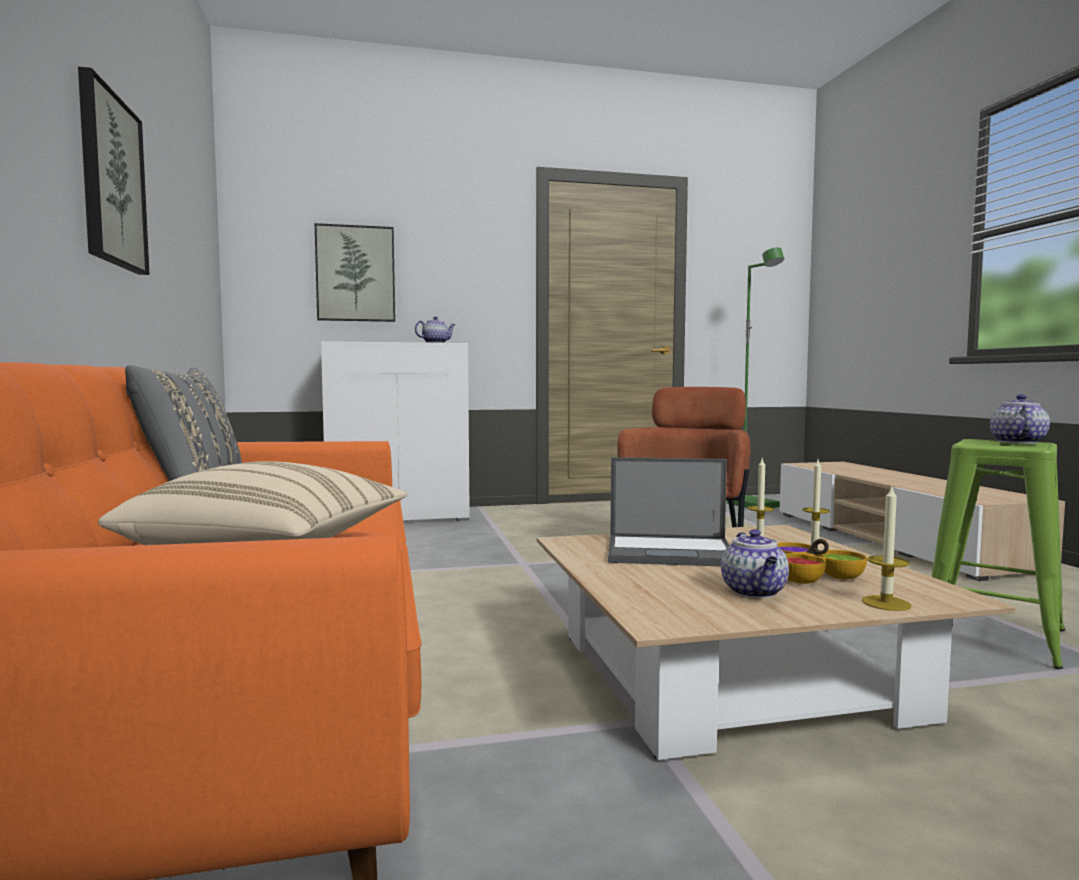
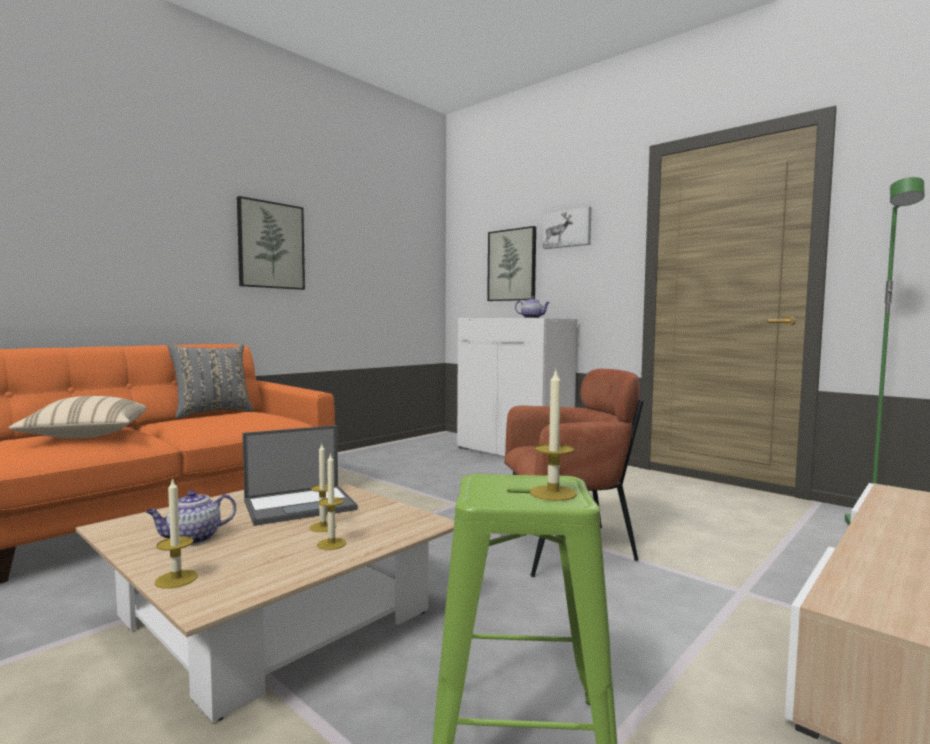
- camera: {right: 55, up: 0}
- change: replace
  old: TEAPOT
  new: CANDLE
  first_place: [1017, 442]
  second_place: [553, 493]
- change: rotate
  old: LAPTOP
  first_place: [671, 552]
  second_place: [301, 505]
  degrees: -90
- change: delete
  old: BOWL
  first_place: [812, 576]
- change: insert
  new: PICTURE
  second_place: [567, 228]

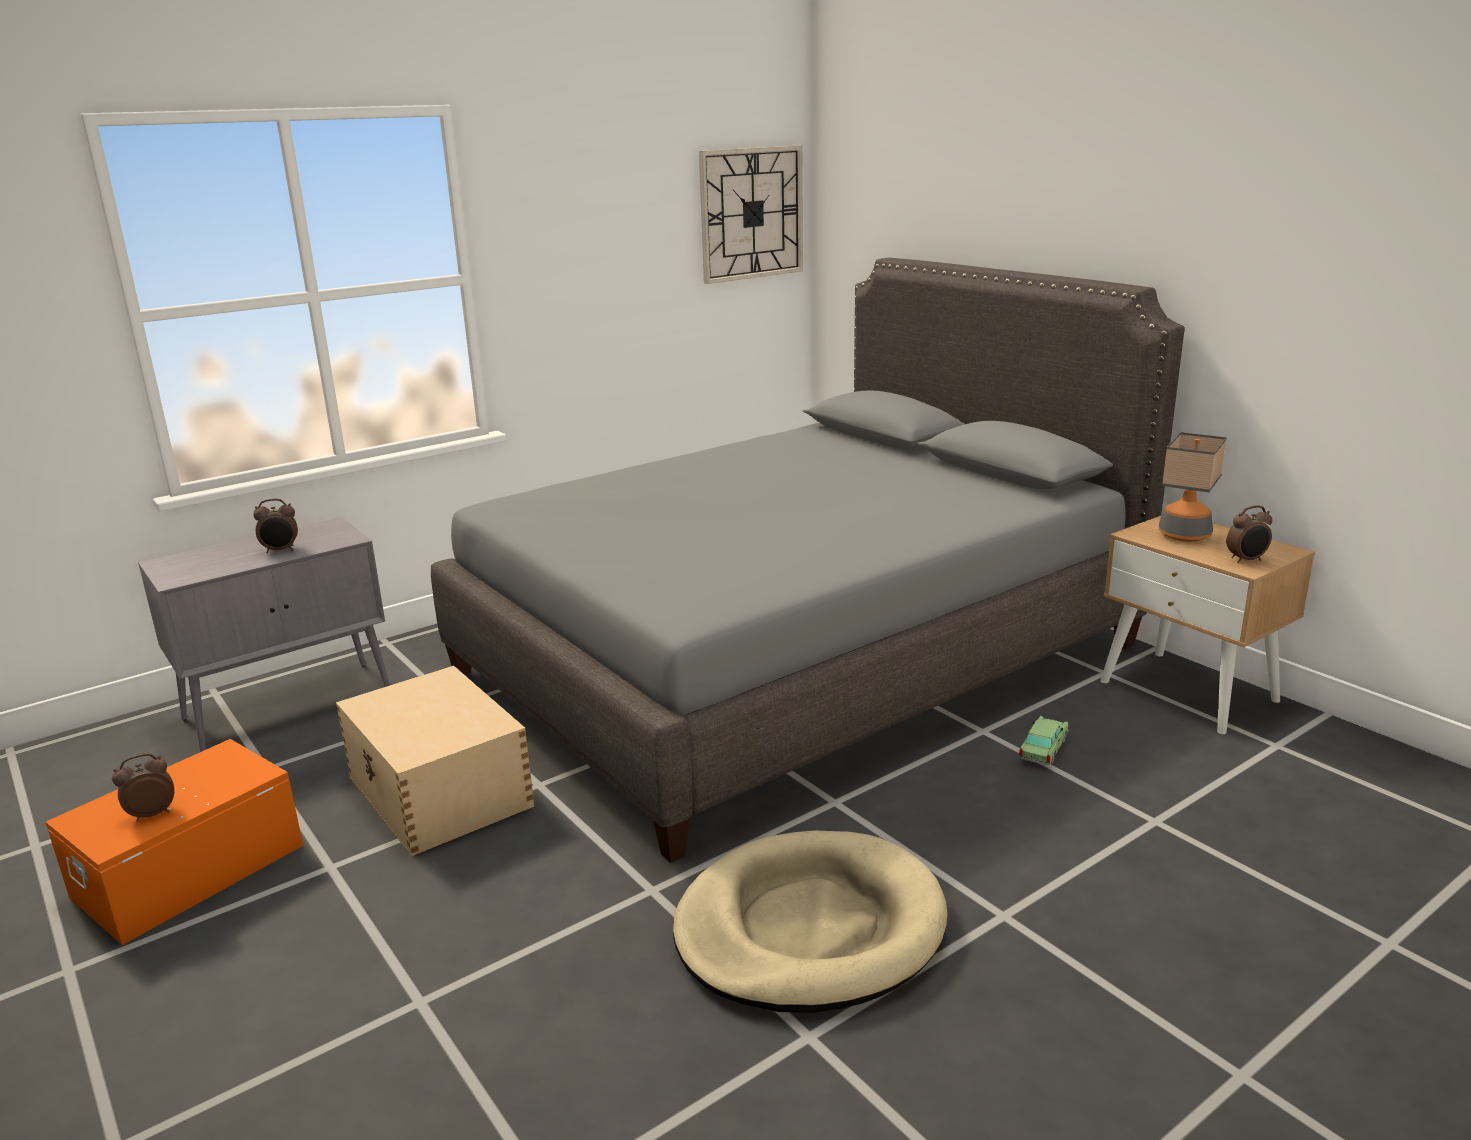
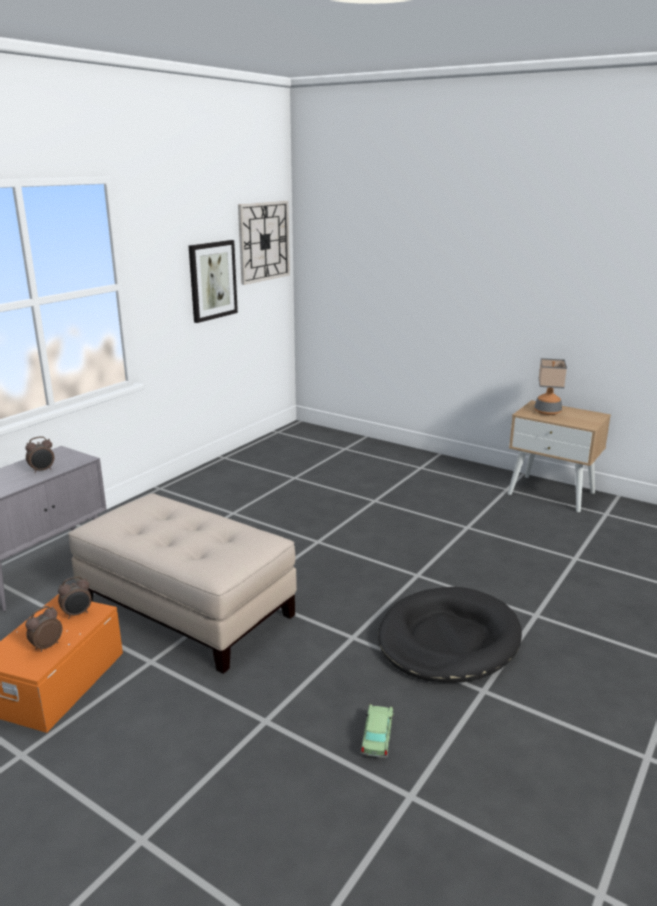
- camera: {right: -20, up: 0}
- change: delete
  old: GREY BED
  first_place: [795, 658]
- change: move
  old: ALARM CLOCK
  first_place: [1246, 560]
  second_place: [77, 614]
- change: replace
  old: BEIGE STORAGE BOX
  new: BEIGE OTTOMAN
  first_place: [439, 793]
  second_place: [187, 608]
- change: move
  old: TOY CAR
  first_place: [1043, 750]
  second_place: [377, 737]
- change: recolor
  old: BEIGE DOG BED
  new: BLACK DOG BED
  first_place: [809, 928]
  second_place: [448, 640]
- change: insert
  new: PICTURE
  second_place: [212, 280]

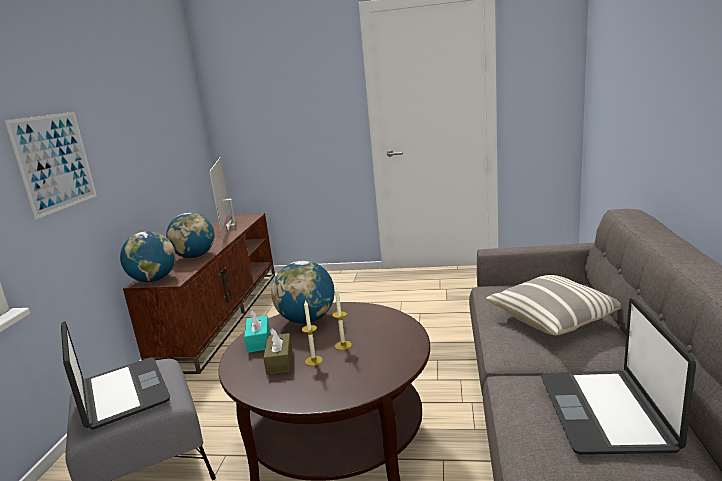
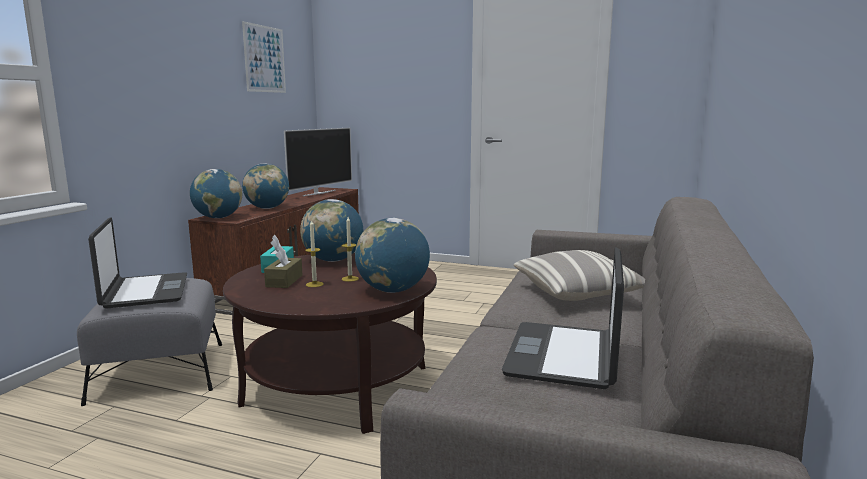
- camera: {right: 10, up: -5}
- change: move
  old: PICTURE
  first_place: [55, 162]
  second_place: [265, 59]
- change: rotate
  old: TELEVISION
  first_place: [231, 225]
  second_place: [319, 193]
  degrees: -150
- change: insert
  new: GLOBE
  second_place: [393, 290]

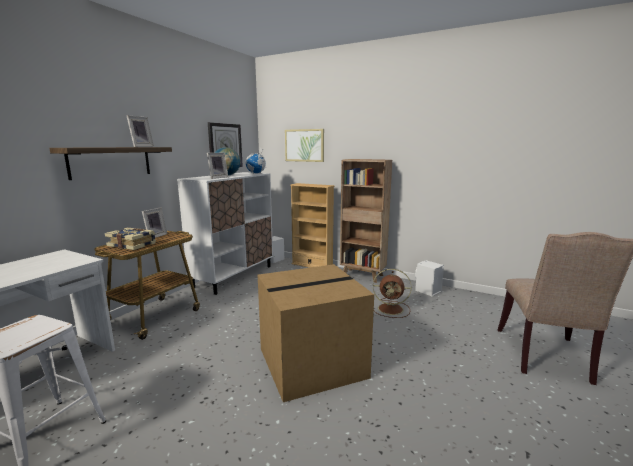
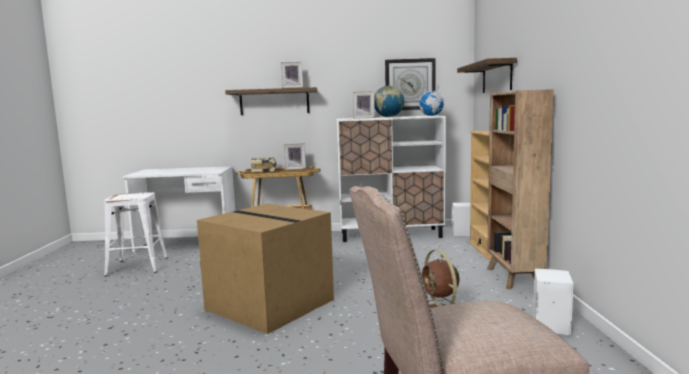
- camera: {right: 60, up: -5}
- change: replace
  old: PICTURE
  new: SHELF
  first_place: [304, 145]
  second_place: [497, 77]

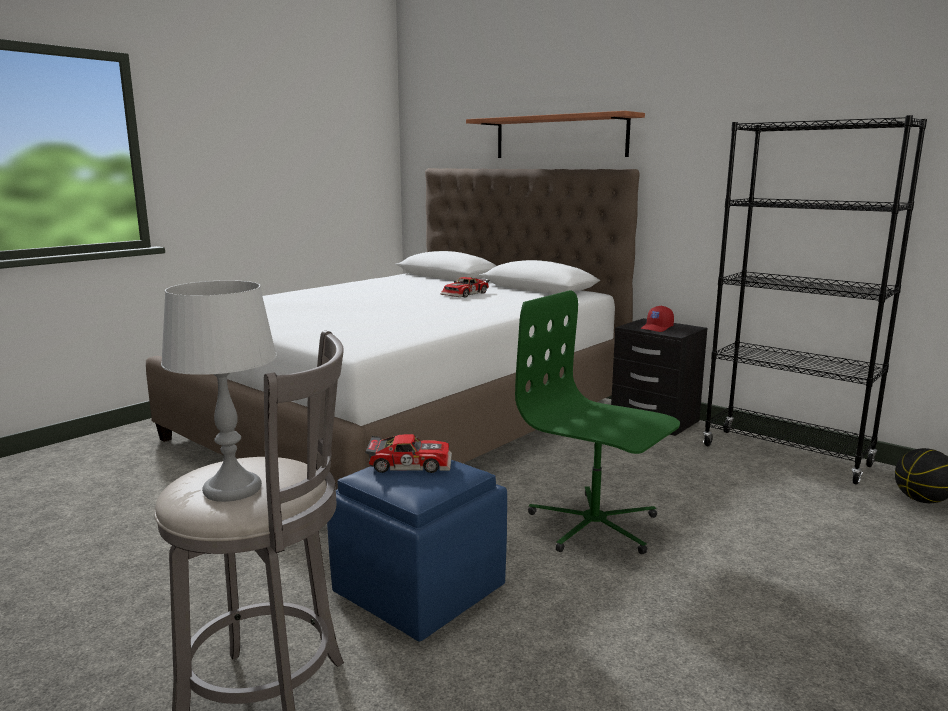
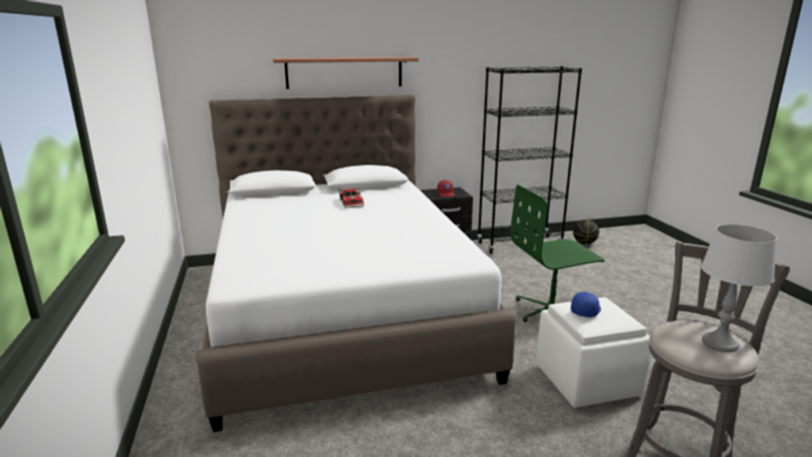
- camera: {right: -55, up: 5}
- change: replace
  old: TOY CAR
  new: BLUE CAP
  first_place: [410, 463]
  second_place: [585, 310]
- change: recolor
  old: BLUE OTTOMAN
  new: WHITE OTTOMAN
  first_place: [421, 590]
  second_place: [586, 380]

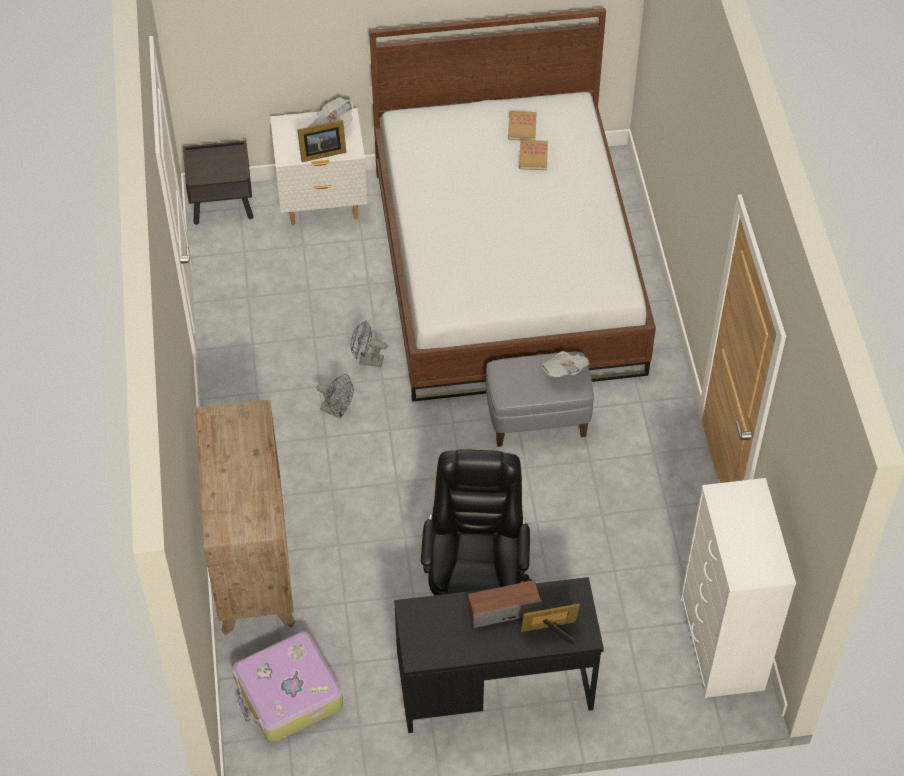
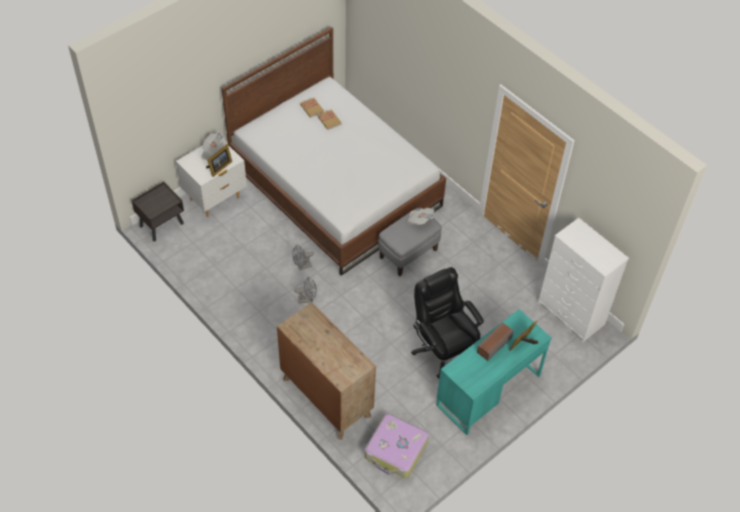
- camera: {right: -35, up: 0}
- change: recolor
  old: BLACK DESK
  new: TURQUOISE DESK
  first_place: [494, 685]
  second_place: [488, 390]

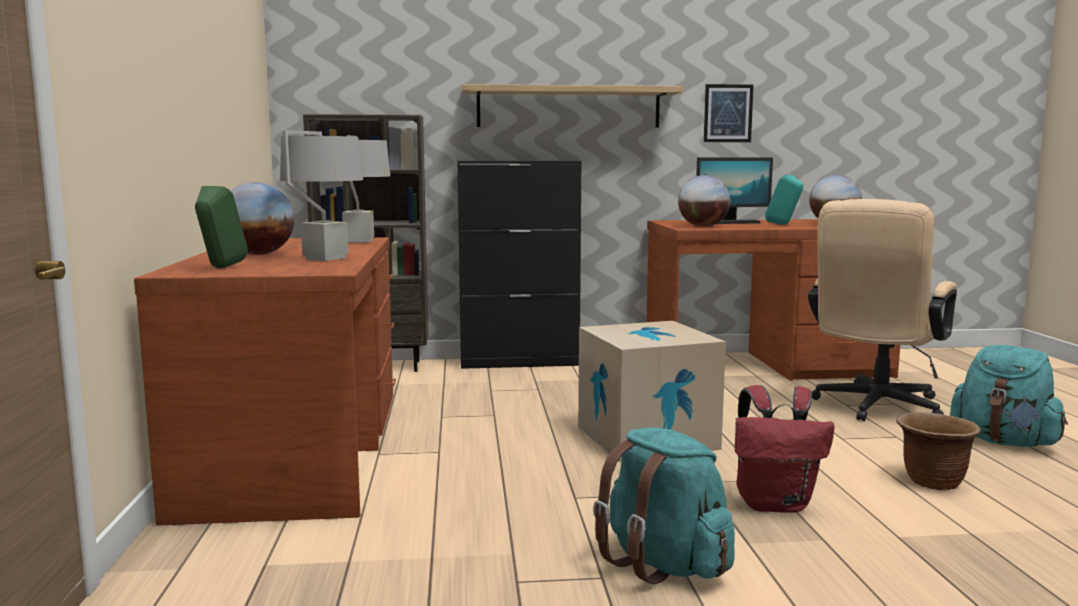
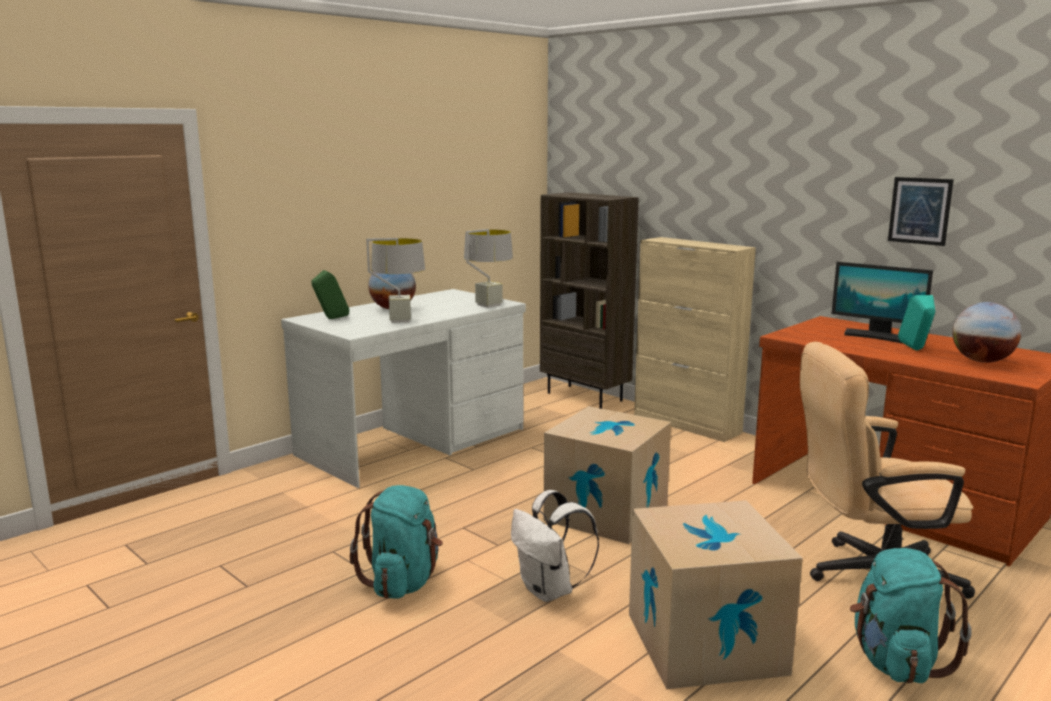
- camera: {right: 50, up: 5}
- change: delete
  old: SHELF
  first_place: [568, 107]
- change: recolor
  old: BLACK CABINET
  new: BEIGE CABINET
  first_place: [520, 362]
  second_place: [687, 424]
- change: delete
  old: GLOBE
  first_place: [703, 226]
- change: recolor
  old: BROWN DESK
  new: WHITE DESK
  first_place: [298, 454]
  second_place: [414, 442]
- change: recolor
  old: RED BACKPACK
  new: WHITE BACKPACK
  first_place: [775, 504]
  second_place: [550, 591]
- change: replace
  old: BROWN PLANTER
  new: CARDBOARD BOX
  first_place: [932, 481]
  second_place: [705, 643]

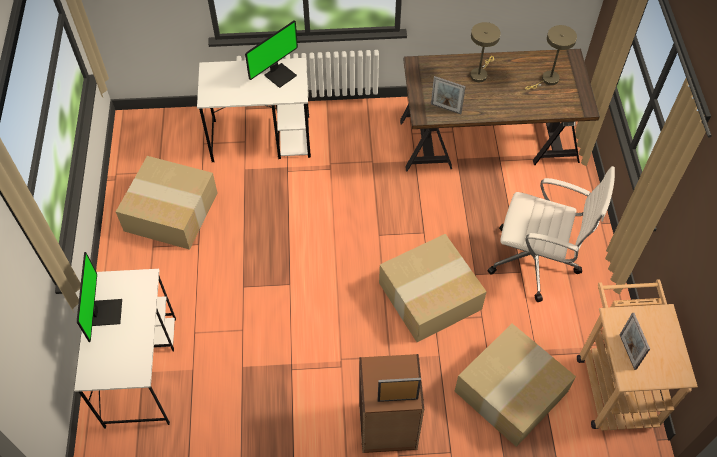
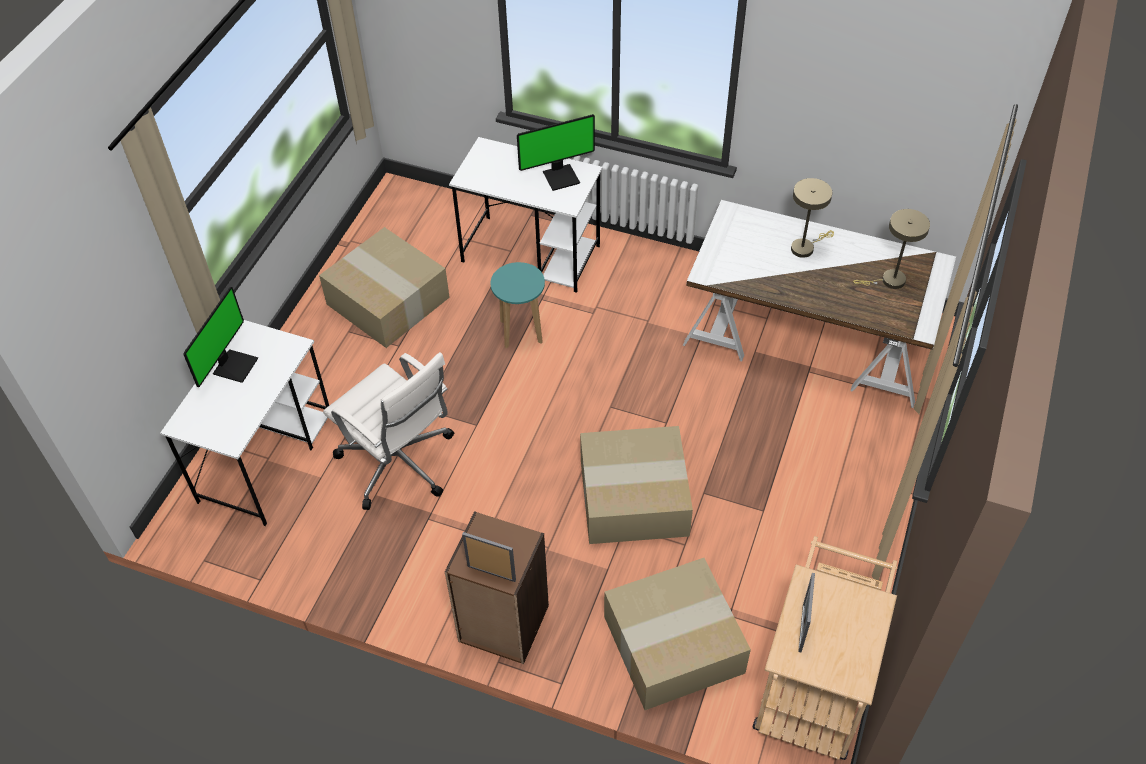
- camera: {right: 25, up: -5}
- change: recolor
  old: BROWN DESK
  new: WHITE DESK
  first_place: [488, 140]
  second_place: [807, 342]
- change: delete
  old: PICTURE FRAME
  first_place: [446, 108]
- change: move
  old: WHITE OFFICE CHAIR
  first_place: [536, 261]
  second_place: [399, 464]
- change: insert
  new: TURQUOISE STOOL
  second_place: [520, 332]

